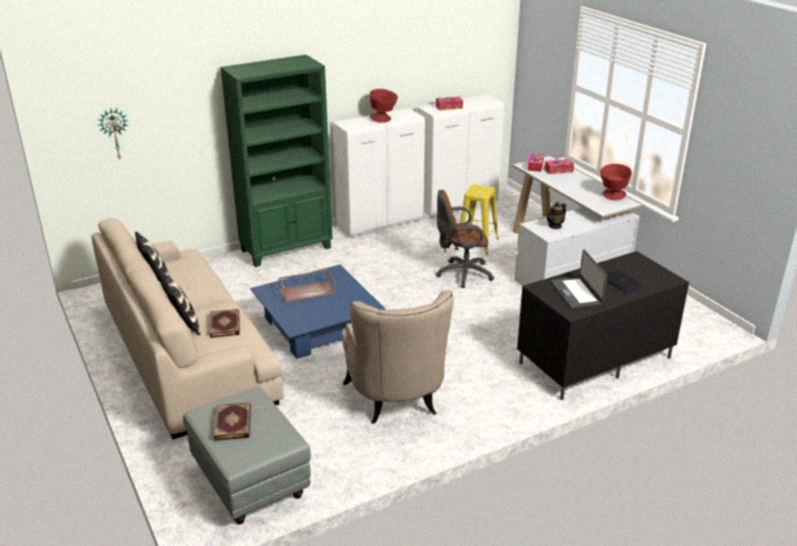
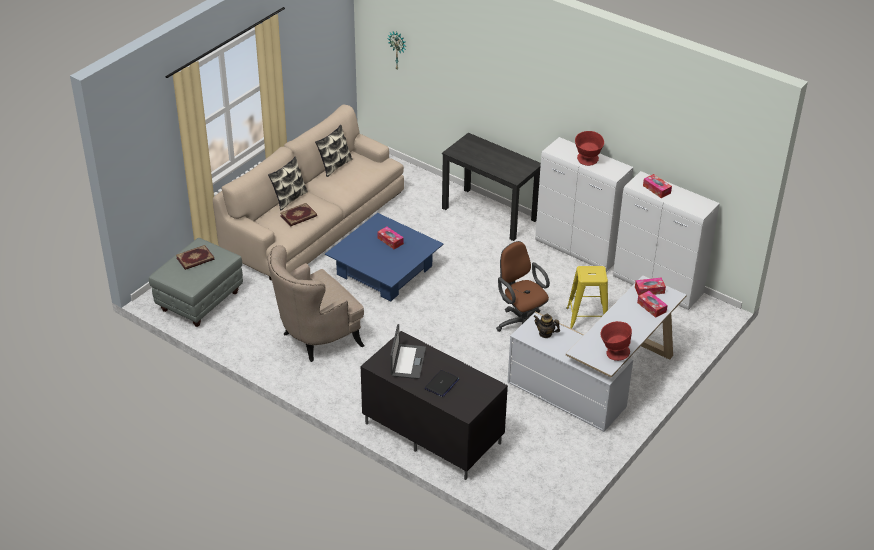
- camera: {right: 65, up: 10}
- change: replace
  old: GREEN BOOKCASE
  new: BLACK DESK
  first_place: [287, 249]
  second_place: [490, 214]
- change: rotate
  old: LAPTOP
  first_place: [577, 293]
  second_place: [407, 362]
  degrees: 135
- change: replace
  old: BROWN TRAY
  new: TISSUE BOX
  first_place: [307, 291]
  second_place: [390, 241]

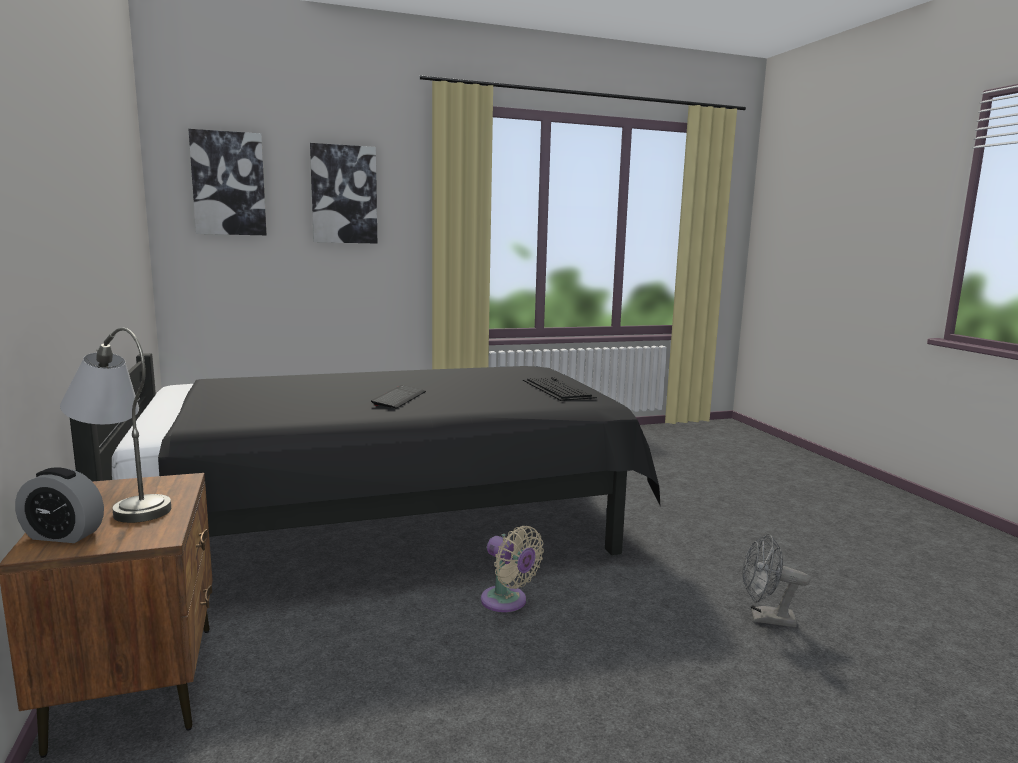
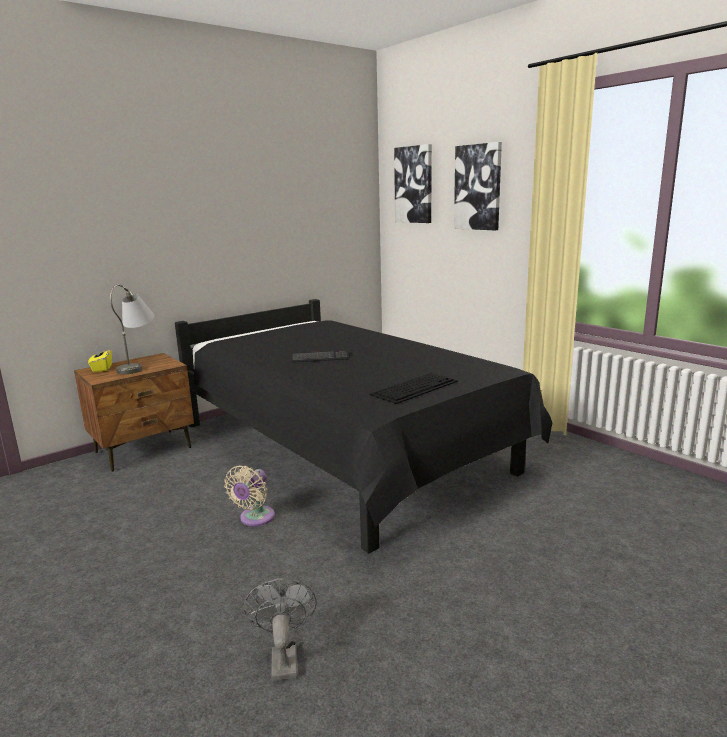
- camera: {right: 70, up: 5}
- change: replace
  old: ALARM CLOCK
  new: YELLOW TISSUE BOX
  first_place: [63, 535]
  second_place: [102, 368]

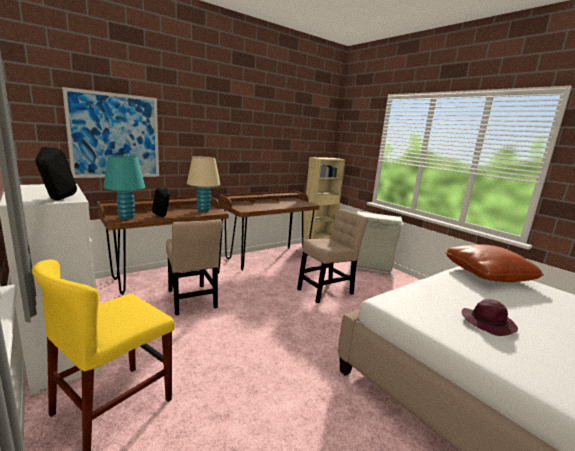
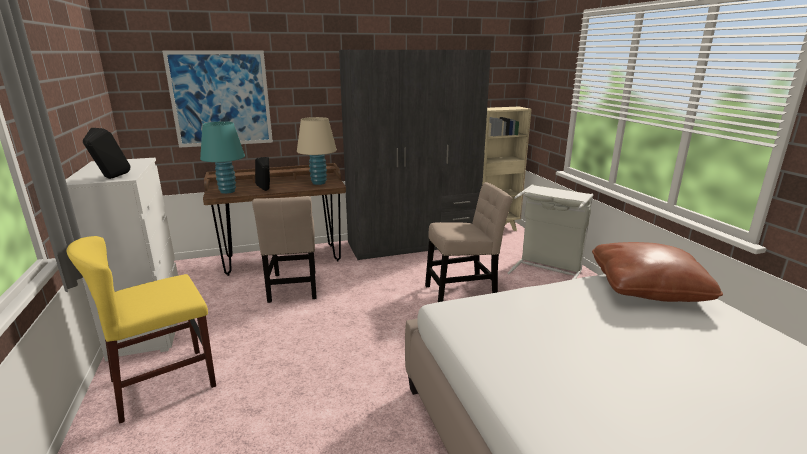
- camera: {right: 20, up: 5}
- change: replace
  old: BROWN DESK
  new: GREY WARDROBE
  first_place: [267, 258]
  second_place: [413, 243]
- change: delete
  old: PURPLE HAT
  first_place: [488, 323]

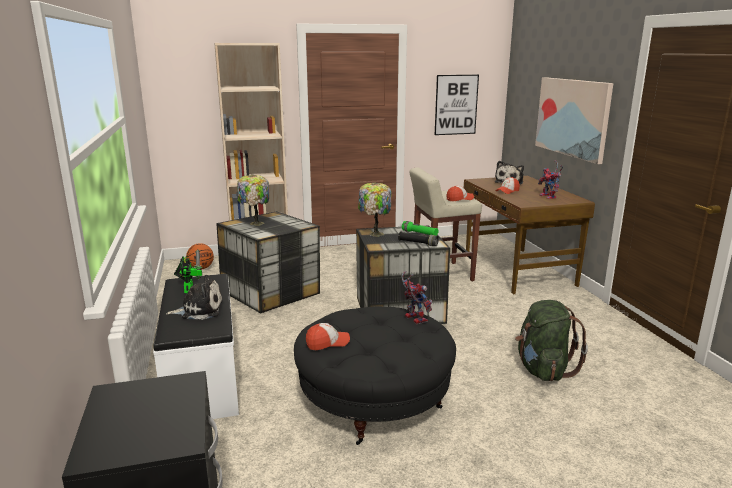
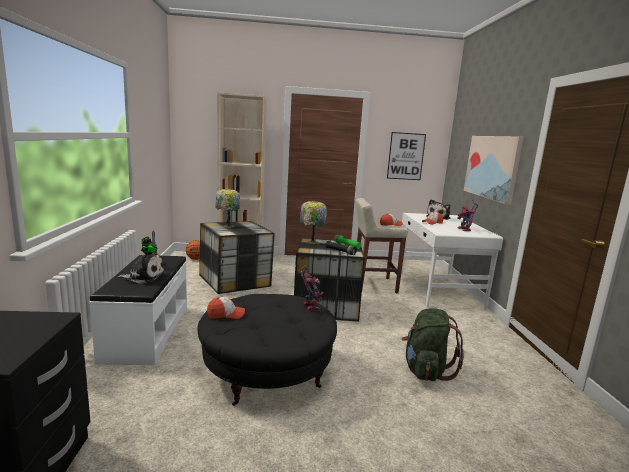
- camera: {right: 10, up: -5}
- change: recolor
  old: BROWN DESK
  new: WHITE DESK
  first_place: [517, 270]
  second_place: [438, 290]

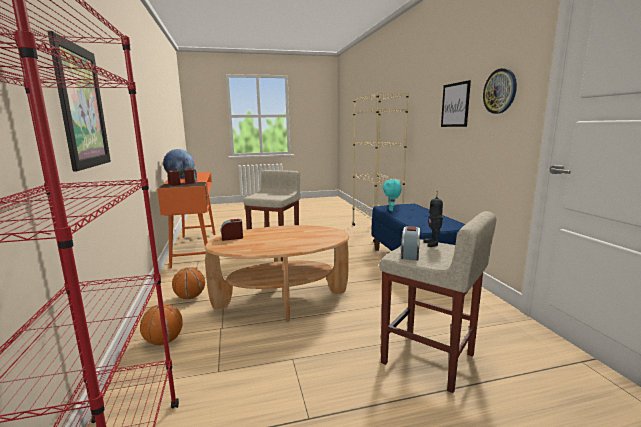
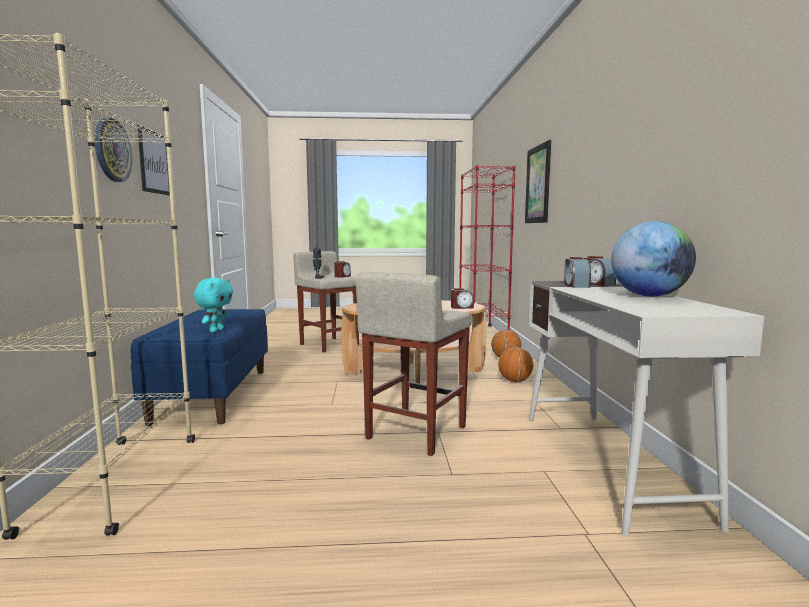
- camera: {right: -170, up: -5}
- change: move
  old: WALL CLOCK
  first_place: [500, 91]
  second_place: [112, 150]
- change: recolor
  old: ORANGE DESK
  new: WHITE DESK
  first_place: [195, 249]
  second_place: [606, 463]

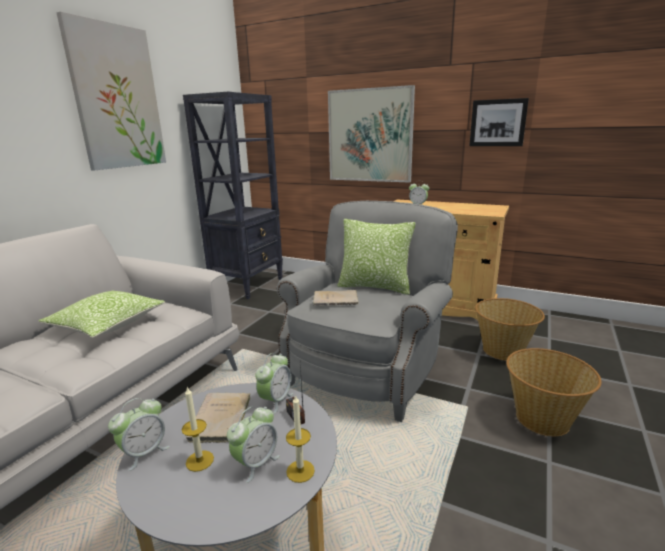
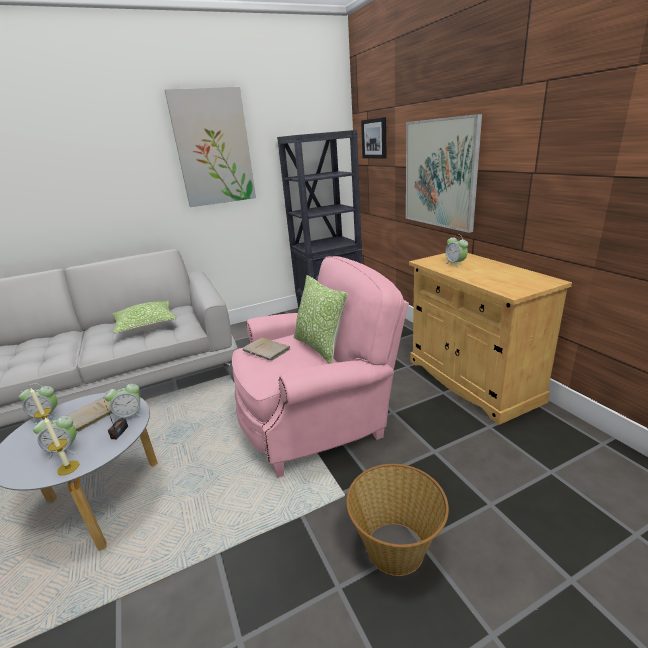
- camera: {right: 40, up: 5}
- change: move
  old: PICTURE
  first_place: [498, 123]
  second_place: [374, 138]
- change: recolor
  old: GREY ARMCHAIR
  new: PINK ARMCHAIR
  first_place: [368, 368]
  second_place: [318, 419]
- change: delete
  old: BASKET
  first_place: [503, 350]

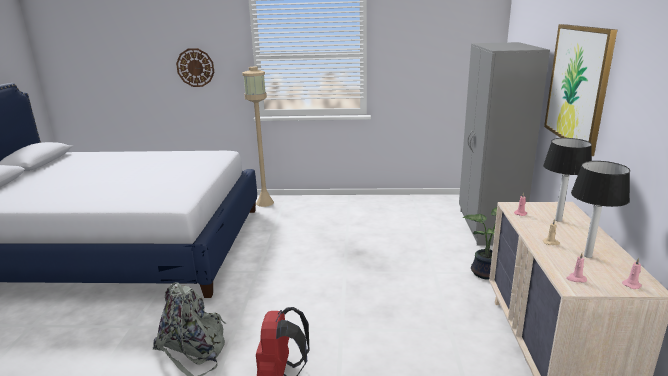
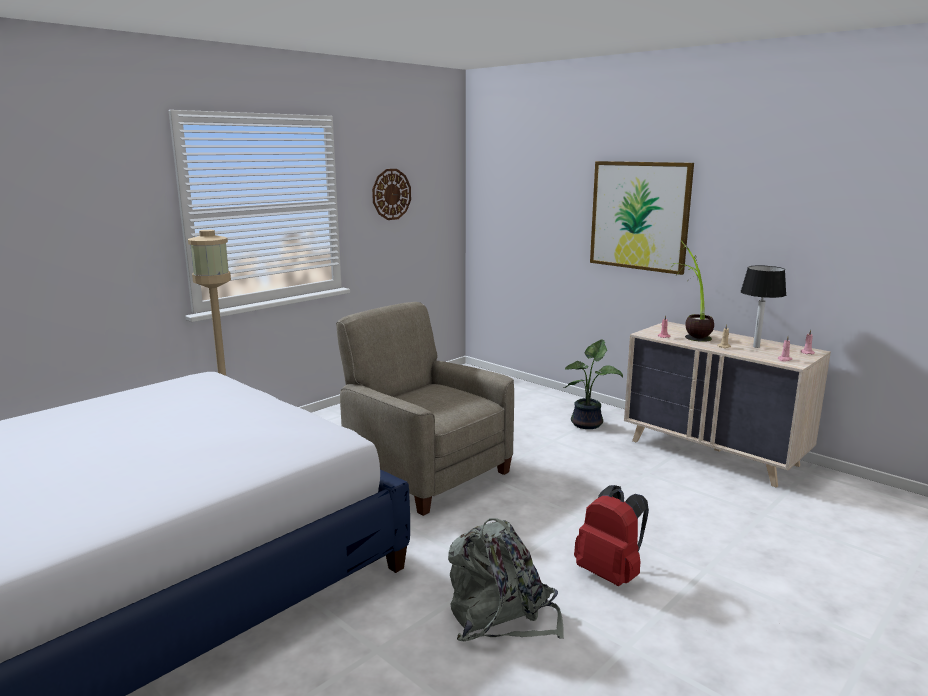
- camera: {right: -50, up: -5}
- change: delete
  old: GREY WARDROBE
  first_place: [487, 227]
- change: move
  old: WALL CLOCK
  first_place: [195, 67]
  second_place: [391, 194]
- change: replace
  old: TABLE LAMP
  new: POTTED PLANT
  first_place: [558, 220]
  second_place: [691, 333]
- change: insert
  new: BEIGE ARMCHAIR
  second_place: [426, 473]

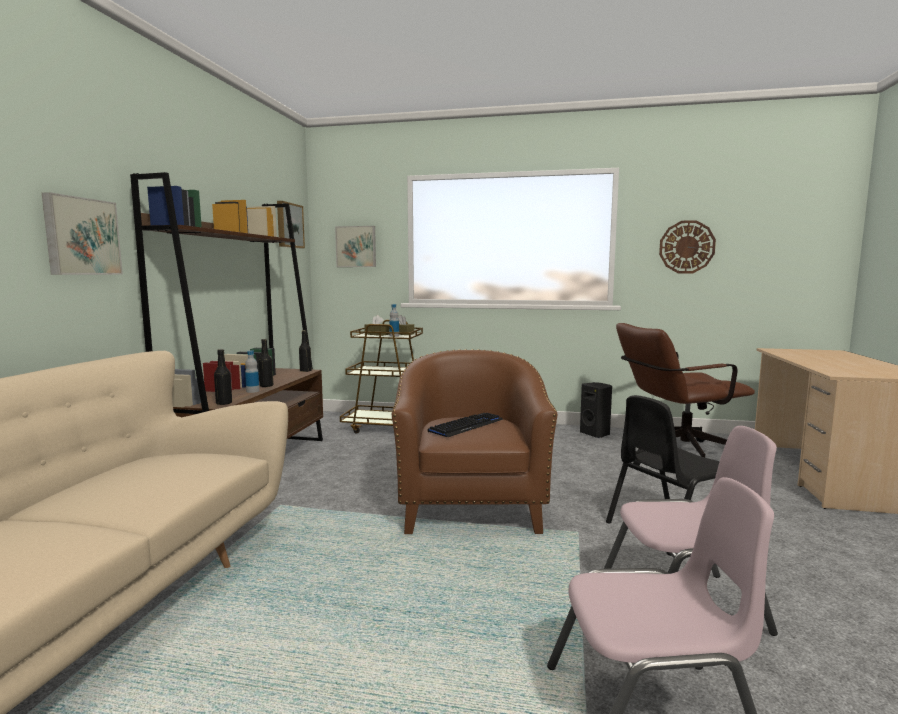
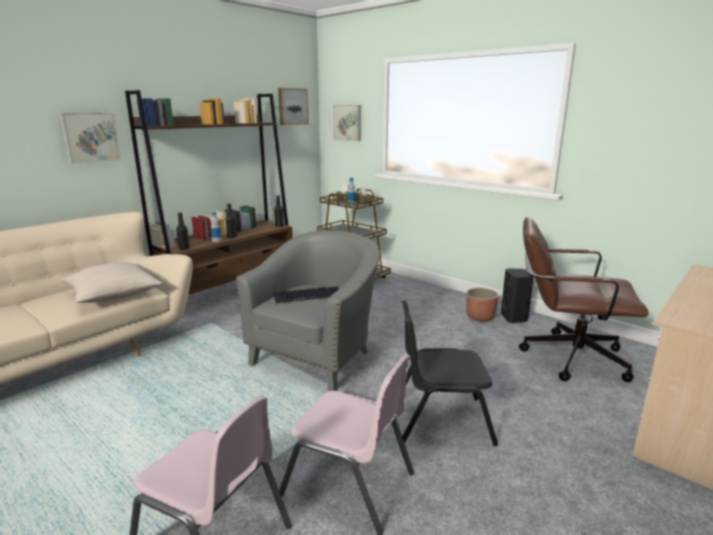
- camera: {right: 30, up: 10}
- change: delete
  old: WALL CLOCK
  first_place: [686, 247]
- change: recolor
  old: BROWN ARMCHAIR
  new: GREY ARMCHAIR
  first_place: [471, 506]
  second_place: [317, 357]
- change: insert
  new: BEIGE PILLOW
  second_place: [113, 295]
- change: insert
  new: PLANTER
  second_place: [480, 317]

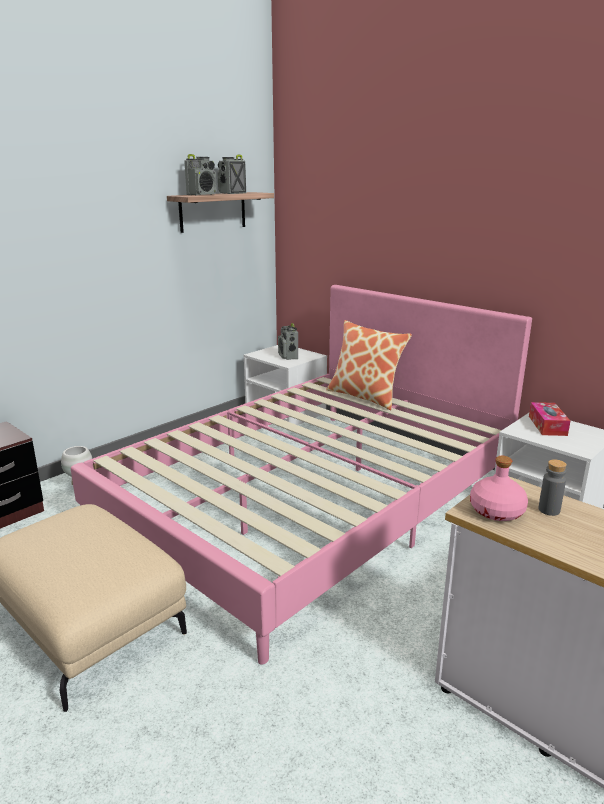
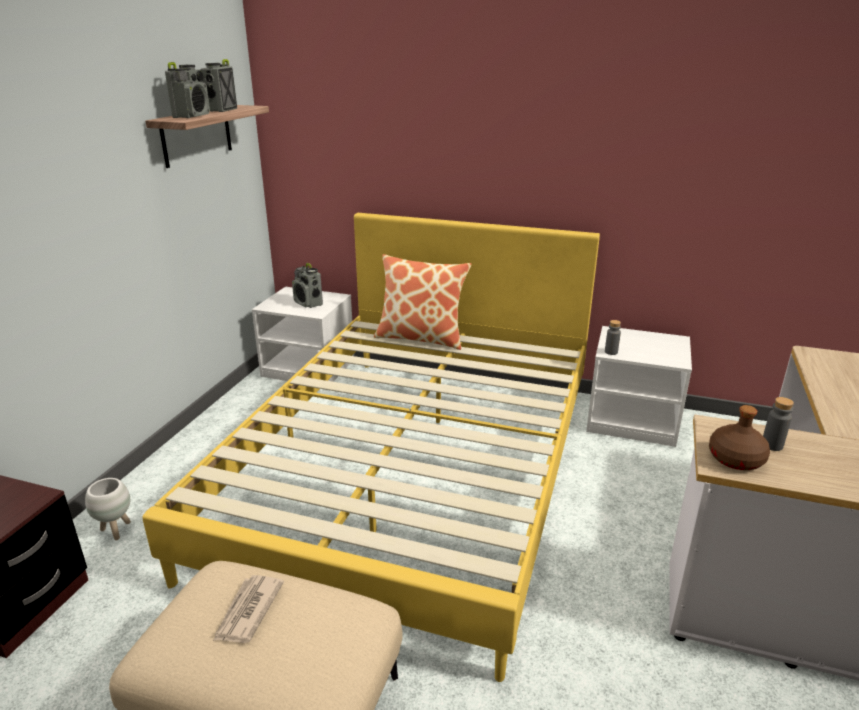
- camera: {right: -25, up: 5}
- change: recolor
  old: PINK BED
  new: YELLOW BED
  first_place: [311, 501]
  second_place: [414, 471]
- change: delete
  old: TISSUE BOX
  first_place: [547, 425]
- change: recolor
  old: PINK BOTTLE
  new: BROWN BOTTLE
  first_place: [496, 511]
  second_place: [736, 459]
- change: insert
  new: GREY BOTTLE
  second_place: [611, 352]
- change: insert
  new: NEWSPAPER
  second_place: [248, 611]

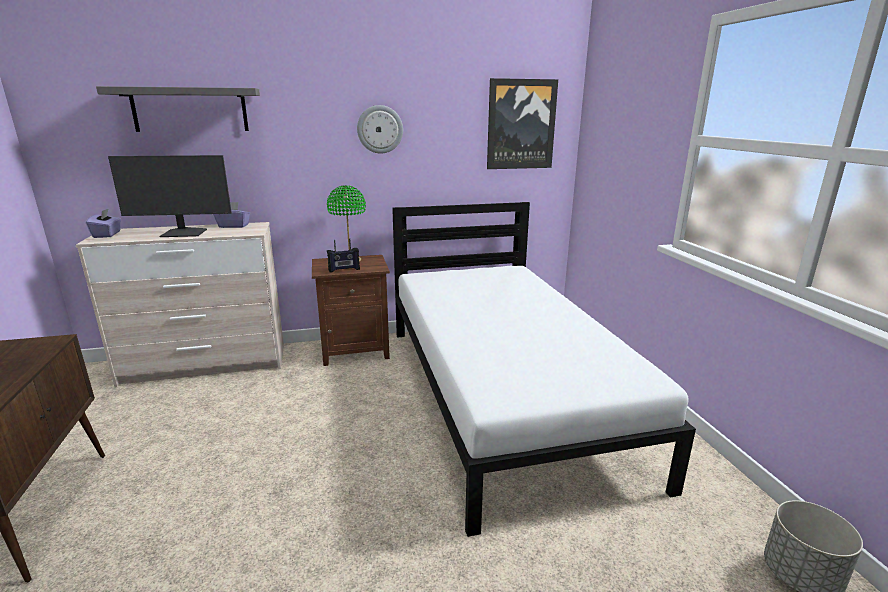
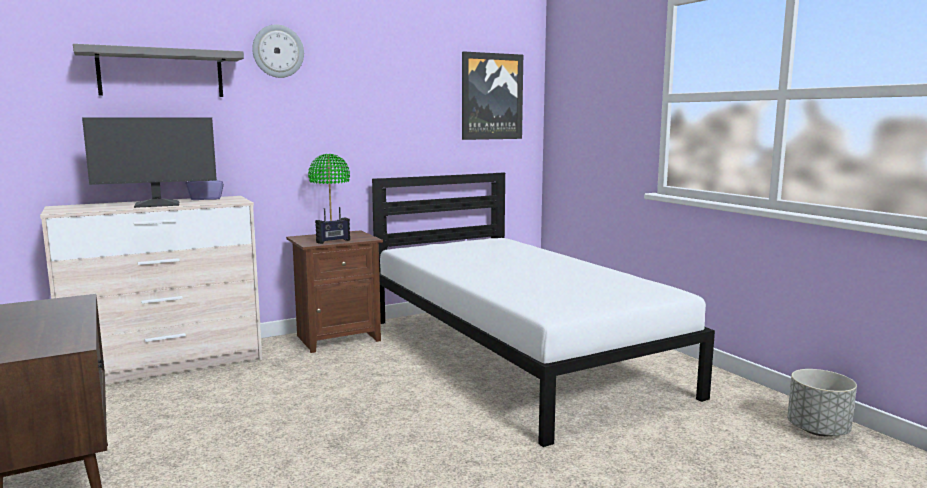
- camera: {right: -15, up: -10}
- change: move
  old: WALL CLOCK
  first_place: [380, 129]
  second_place: [278, 51]
- change: delete
  old: PURPLE TISSUE BOX
  first_place: [107, 234]

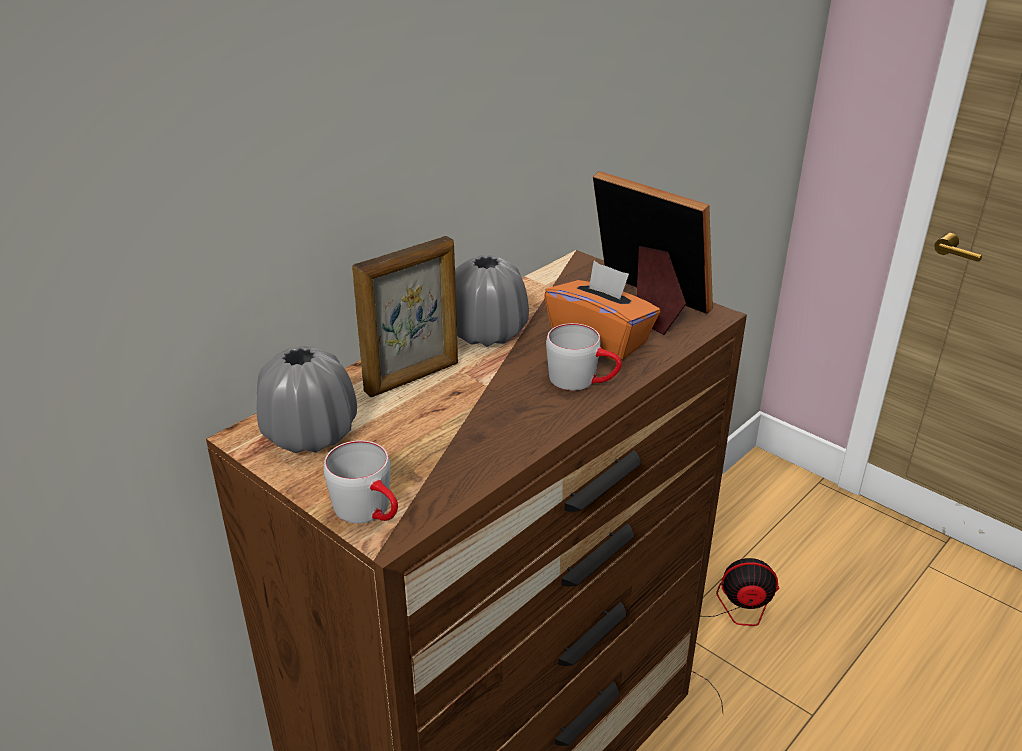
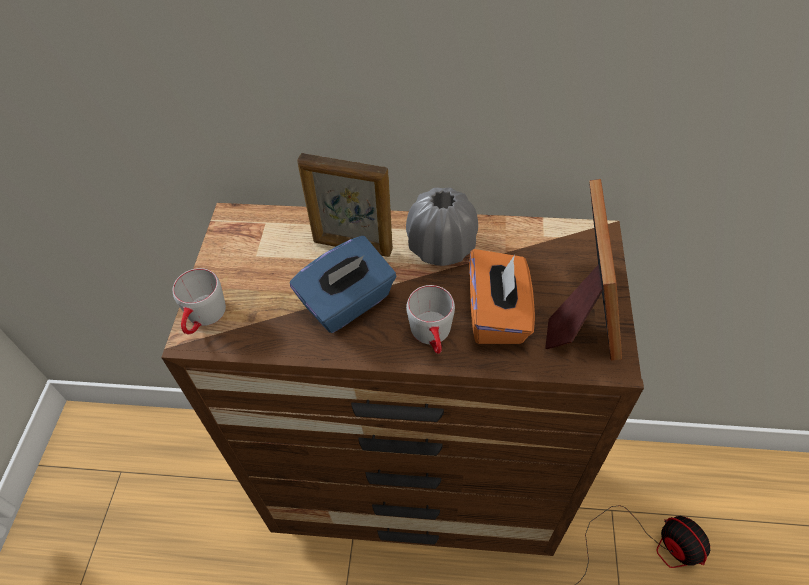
- camera: {right: 55, up: 20}
- change: delete
  old: GREY VASE
  first_place: [310, 435]
- change: insert
  new: BLUE TISSUE BOX
  second_place: [348, 303]

